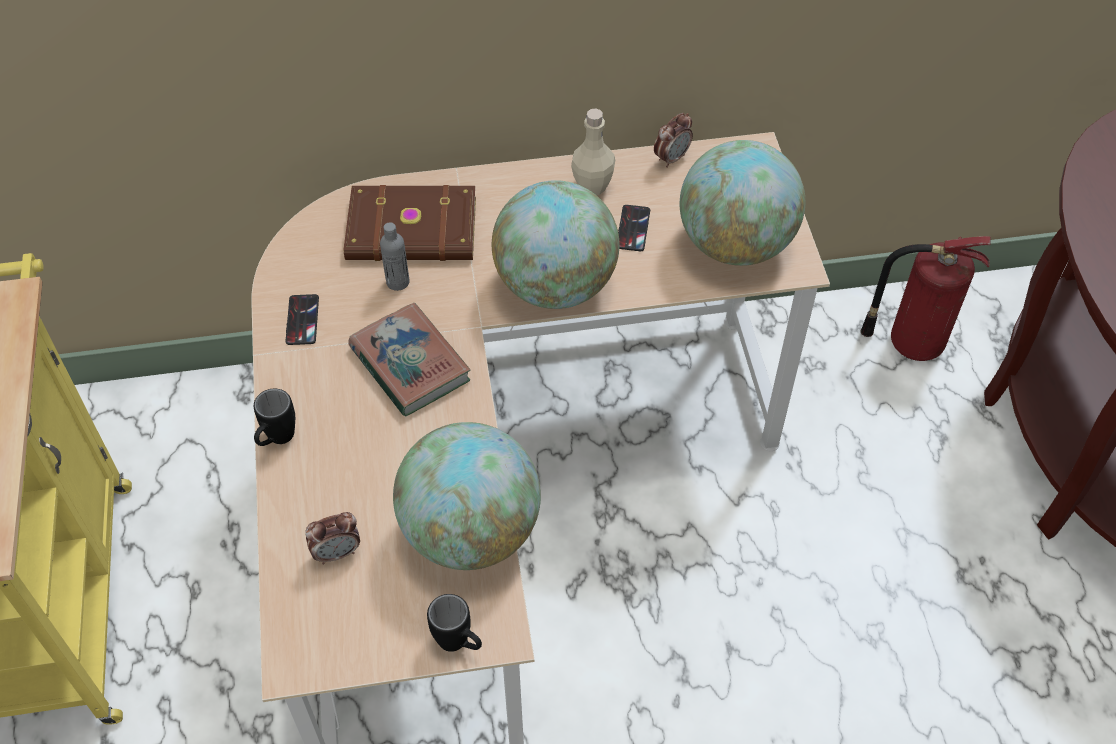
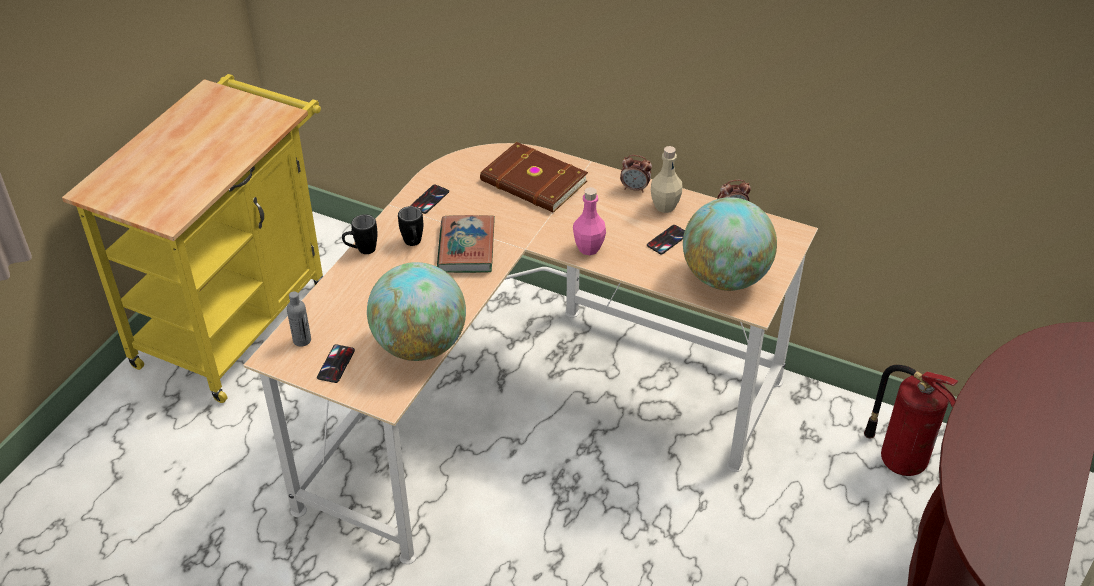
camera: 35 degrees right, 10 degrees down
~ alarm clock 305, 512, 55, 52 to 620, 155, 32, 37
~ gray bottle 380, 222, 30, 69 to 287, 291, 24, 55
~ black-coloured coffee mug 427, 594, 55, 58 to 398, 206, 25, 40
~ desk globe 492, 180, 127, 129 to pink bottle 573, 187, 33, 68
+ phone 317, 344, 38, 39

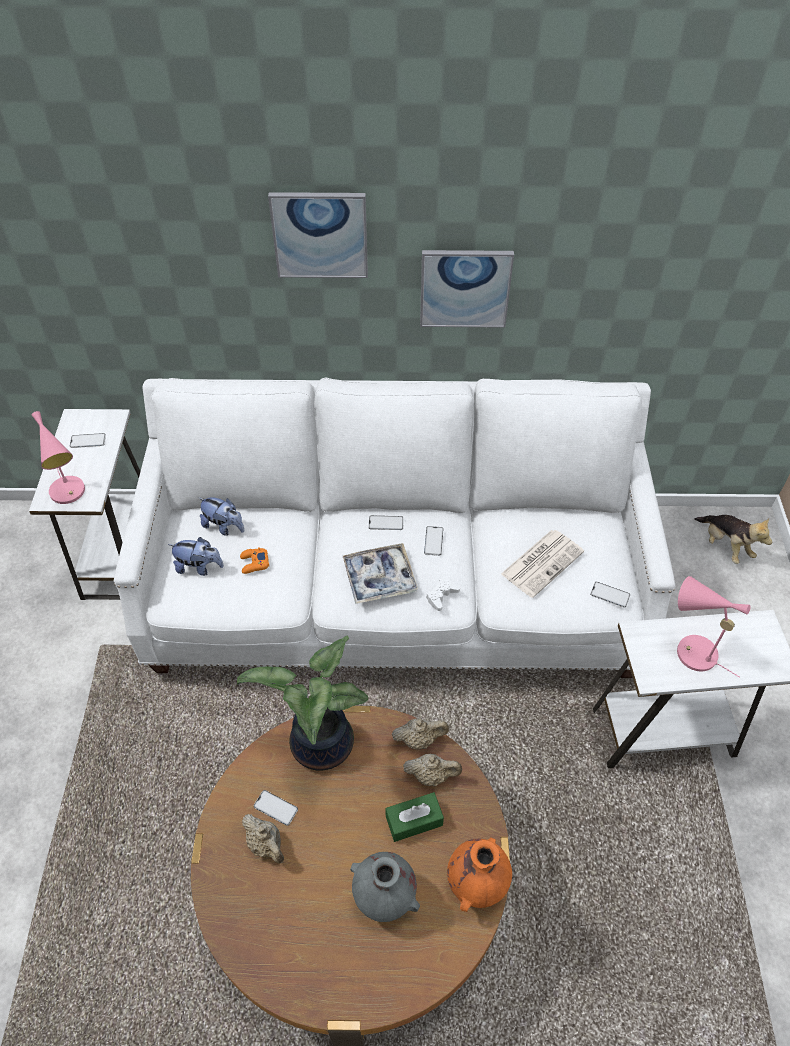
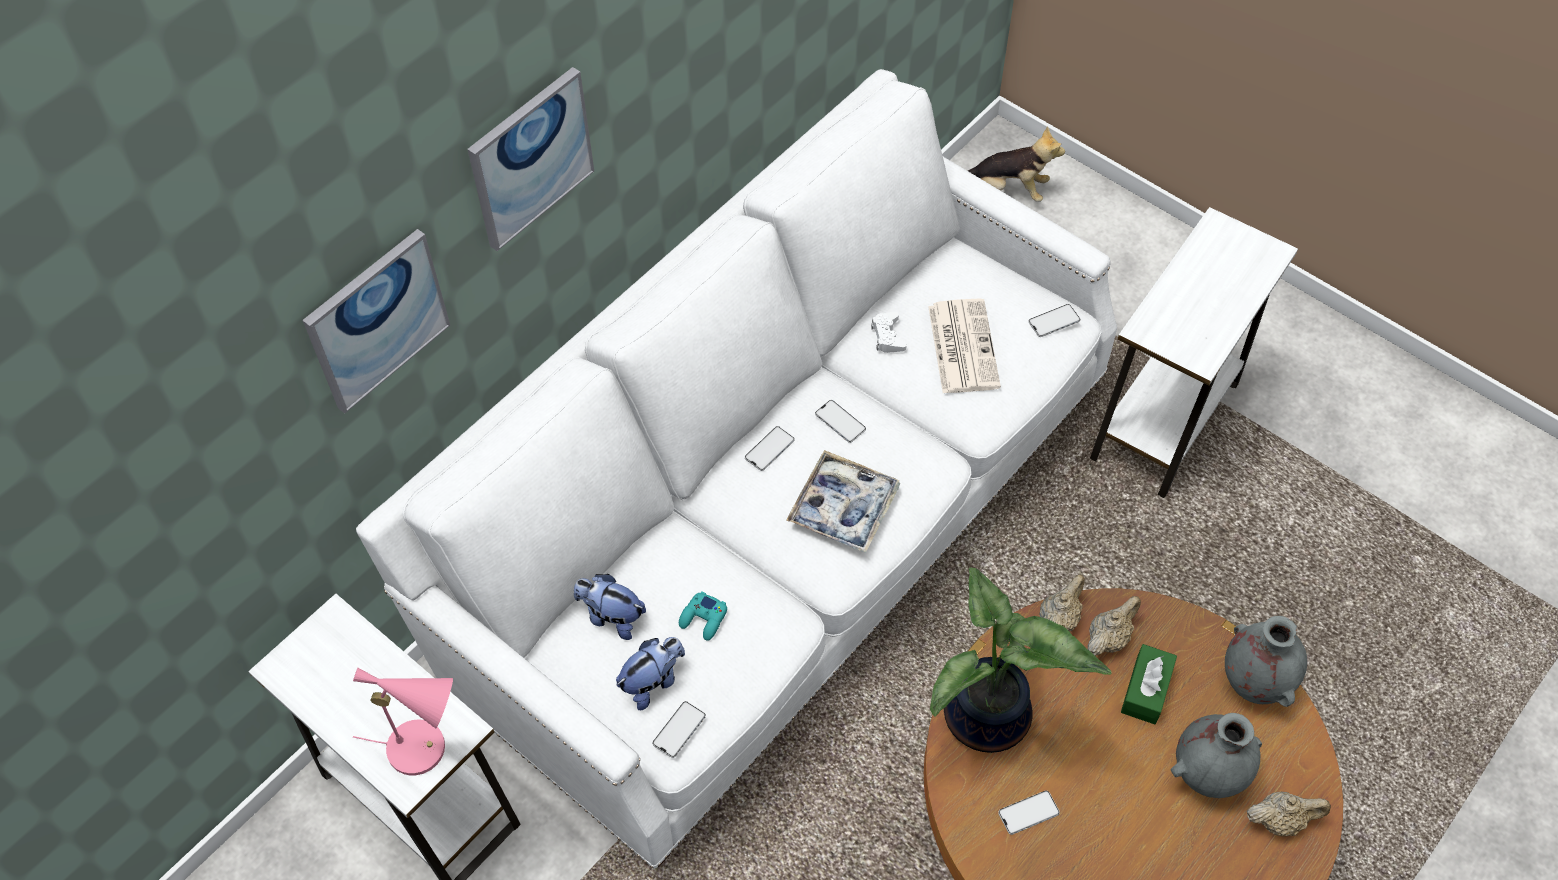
camera: 50 degrees left, 5 degrees up
~ phone 70, 433, 36, 15 to 653, 701, 53, 57
~ soft toy 199, 497, 45, 39 = 574, 574, 72, 66 135 degrees counterclockwise
~ orangey gamepad 240, 547, 29, 27 to turquoise gamepad 679, 591, 48, 50
~ beige-coloured pot for tea 242, 814, 42, 50 to 1247, 792, 84, 44
~ wall art 420, 250, 94, 78 to 303, 229, 147, 184
~ white-coloured gamepad 426, 578, 34, 33 to 871, 311, 36, 42
~ orangey vase 447, 837, 65, 75 to gray vase 1225, 616, 82, 91
- pink lamp for a table 677, 576, 74, 102

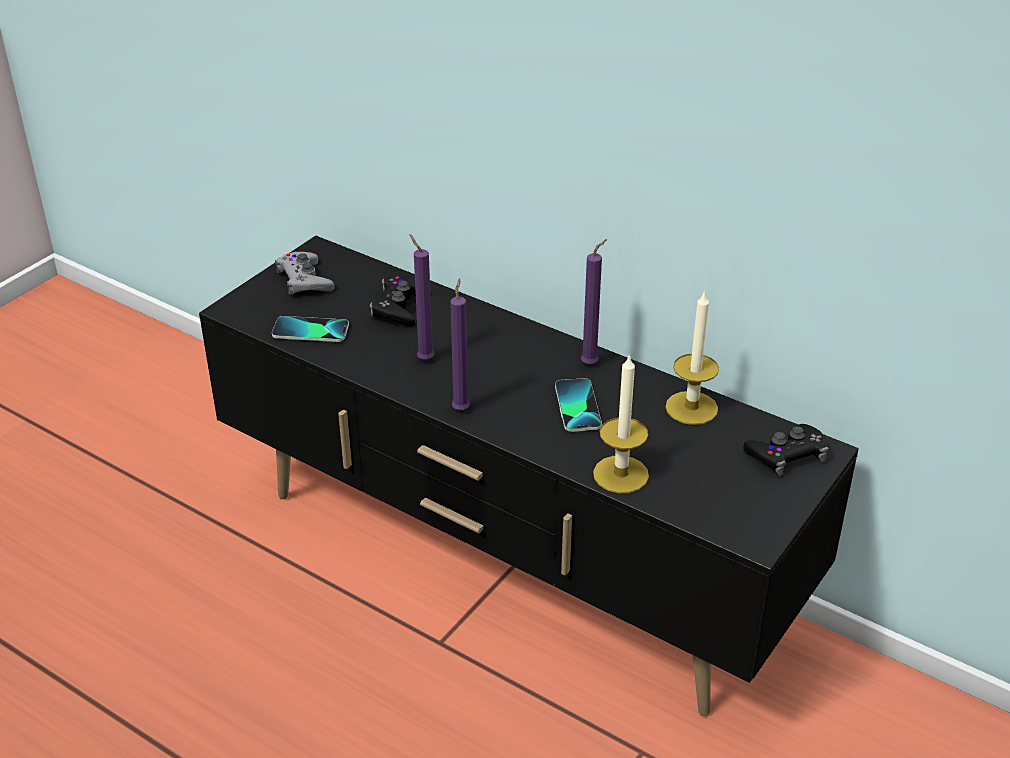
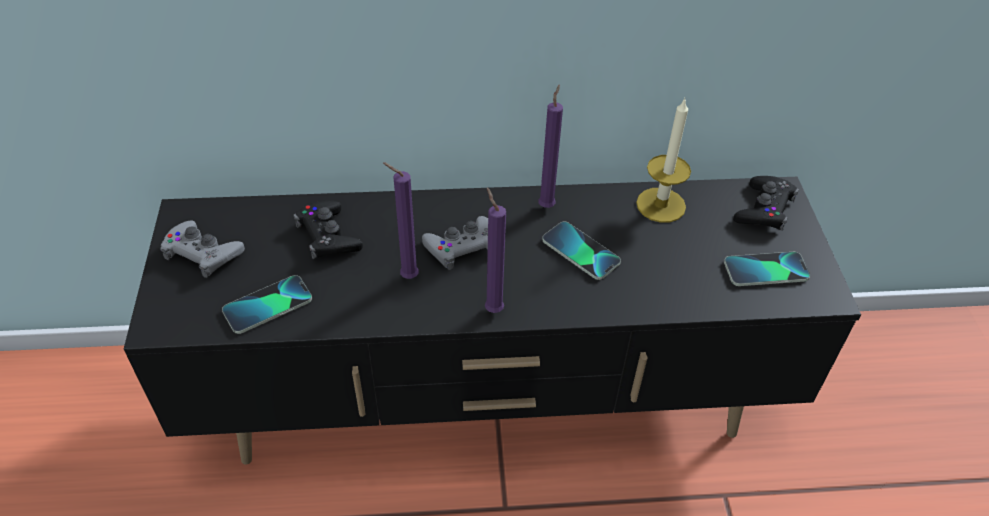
camera: 40 degrees left, 10 degrees up
- wax light 593, 353, 56, 140
+ gray gamepad 422, 216, 66, 54
+ phone 724, 252, 86, 34

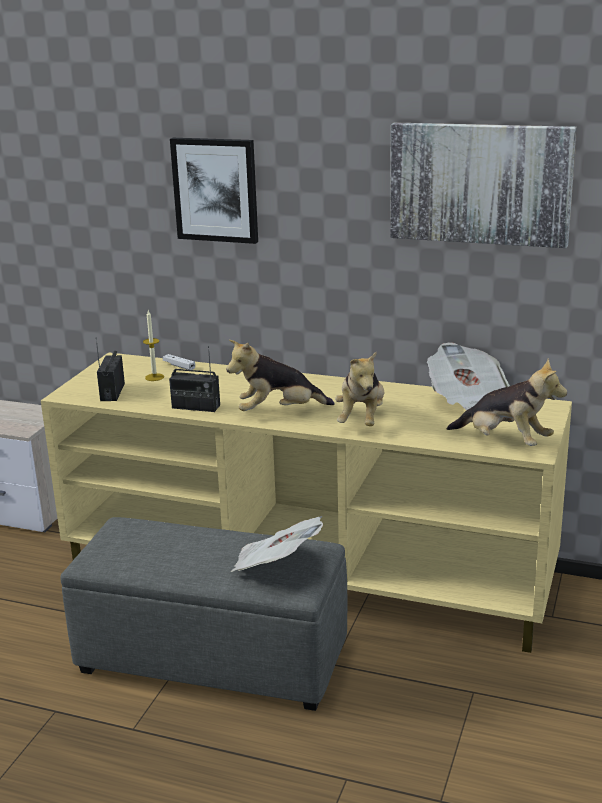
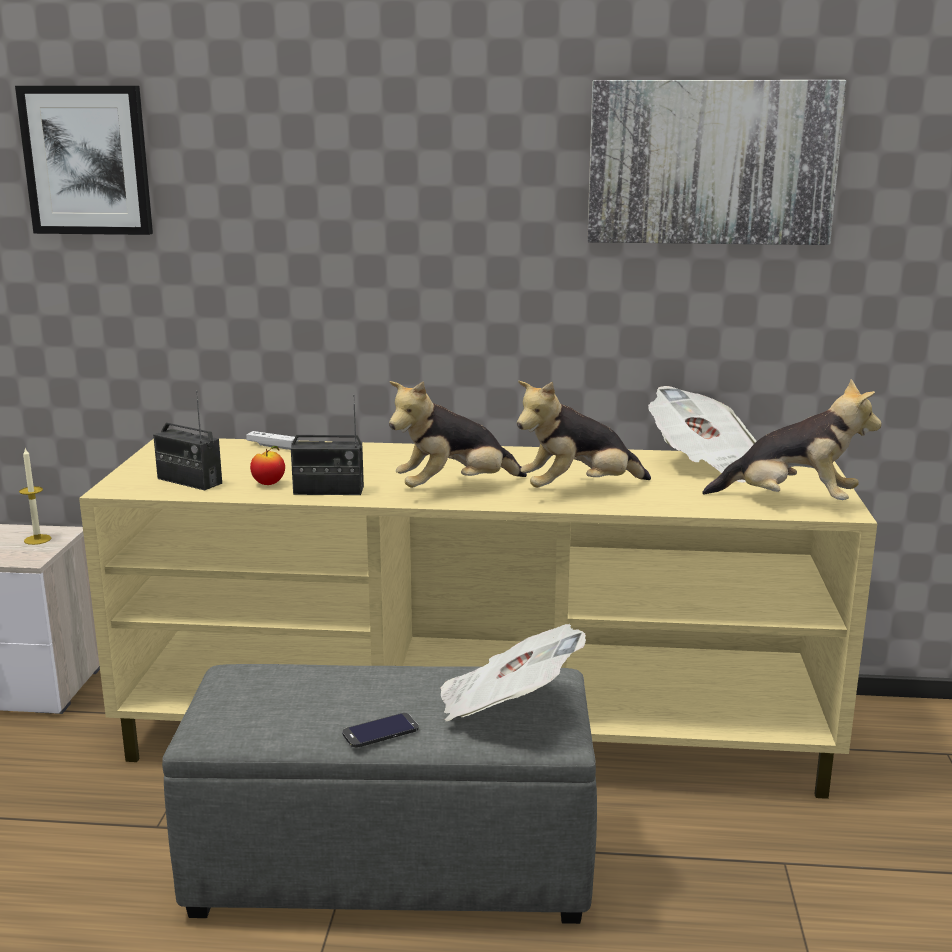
camera: 15 degrees left, 5 degrees down
~ radio 96, 338, 29, 63 = 153, 391, 69, 100 45 degrees counterclockwise
~ wax light 143, 311, 21, 70 to 19, 448, 32, 97
~ wall art 170, 138, 88, 106 to 15, 86, 138, 149
~ soft toy 335, 351, 49, 75 = 517, 381, 134, 107 75 degrees clockwise
+ apple 250, 446, 35, 39
+ phone 342, 713, 77, 35

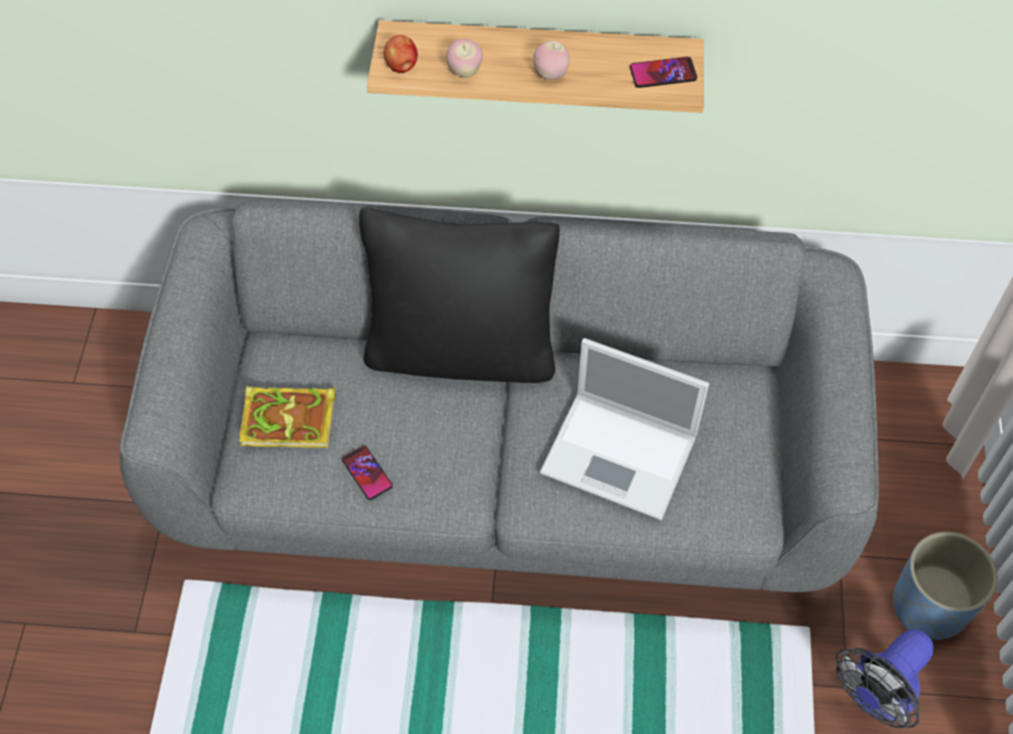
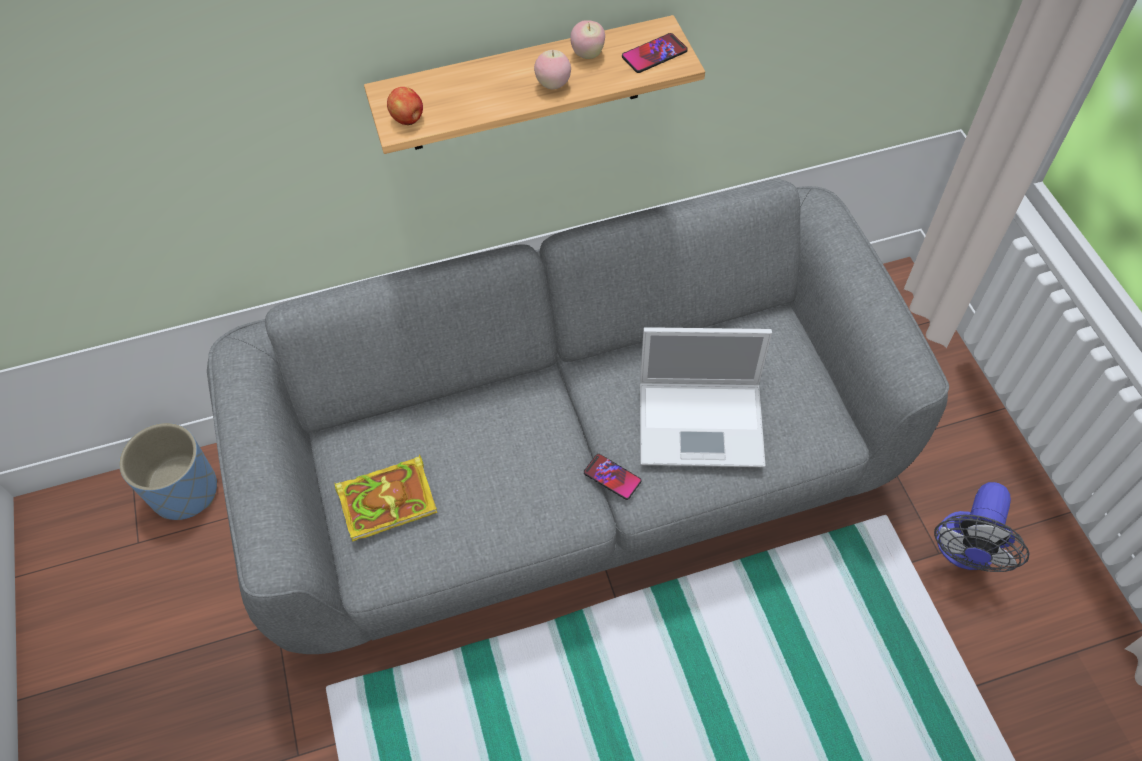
camera: 20 degrees left, 0 degrees up
~ phone 342, 446, 51, 54 to 584, 454, 58, 46
- black-coloured pillow 359, 207, 200, 176
~ apple 446, 39, 37, 39 to 570, 20, 35, 39
~ bluish planter 893, 532, 105, 108 to 119, 423, 98, 97

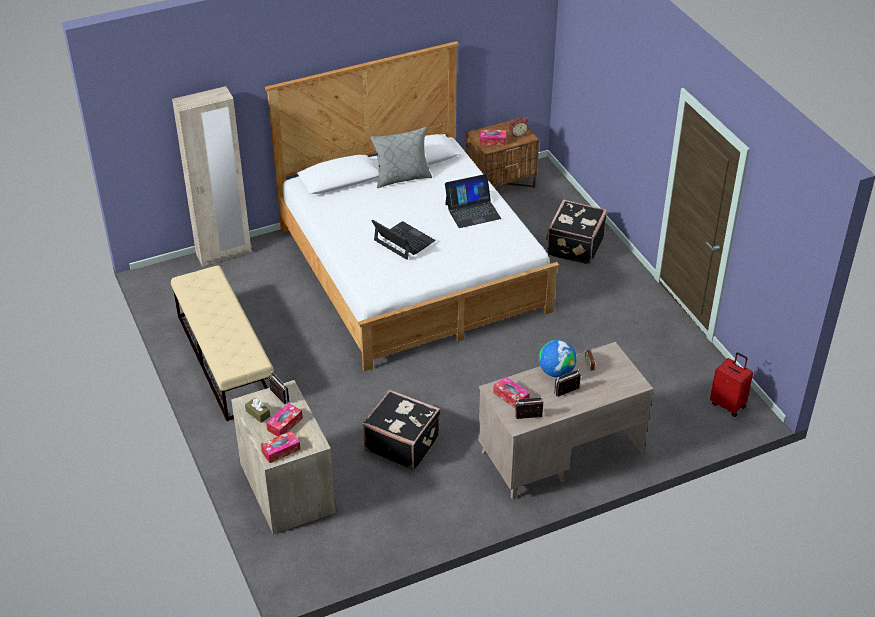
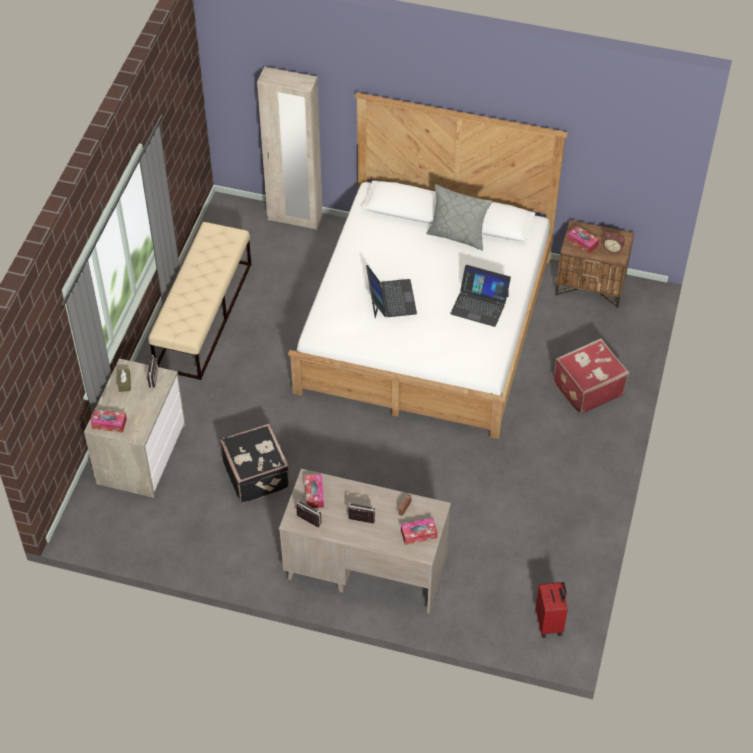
camera: 40 degrees right, 10 degrees up
~ tissue box 266, 403, 37, 34 to 401, 518, 36, 27
- desk globe 539, 340, 38, 37
~ black-coloured piece of luggage 546, 200, 61, 65 to red-coloured piece of luggage 553, 338, 76, 77

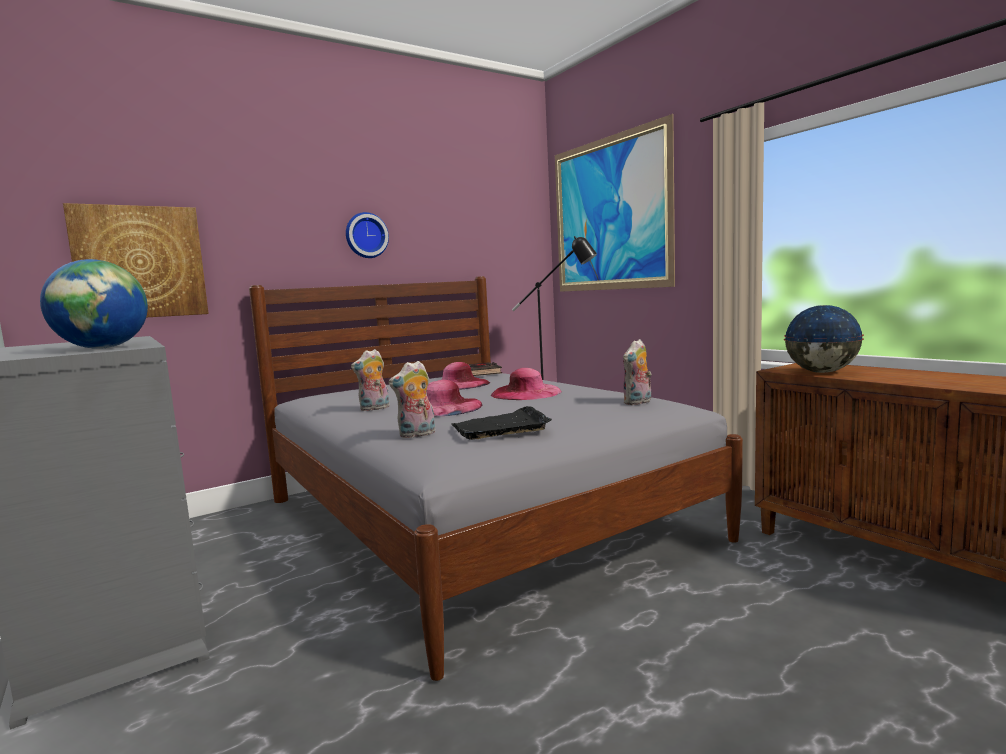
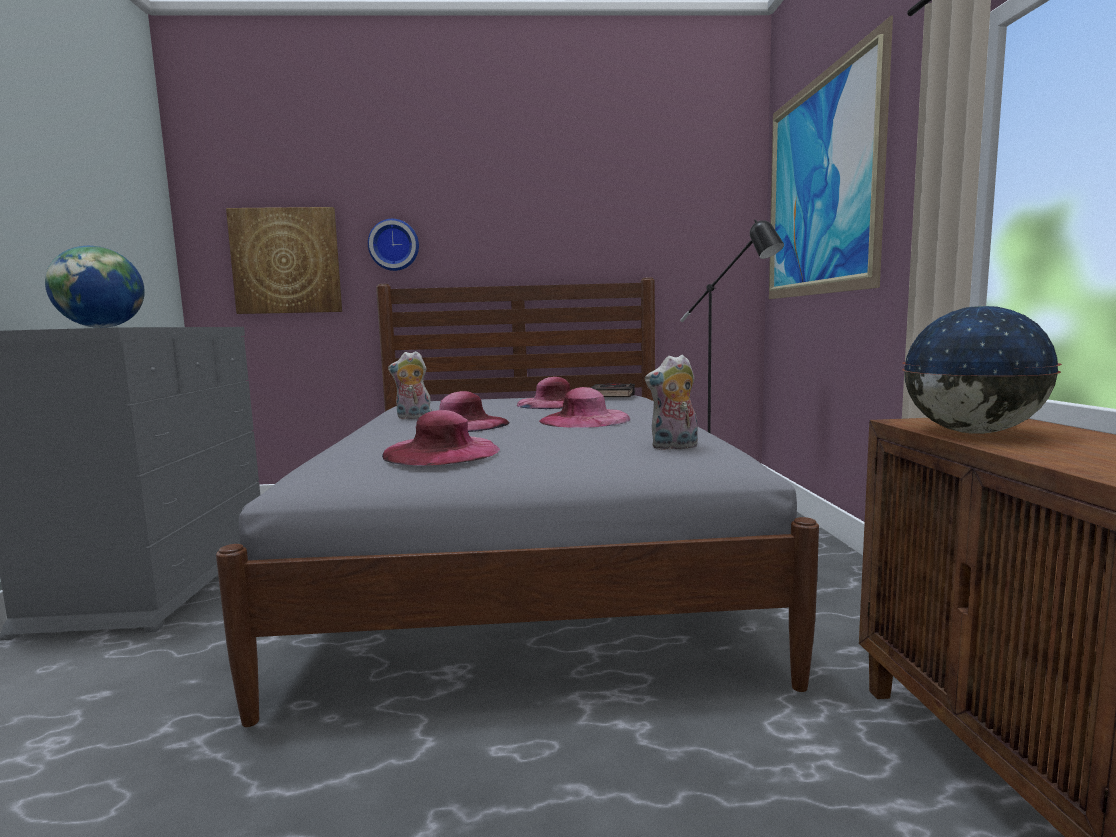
camera: 30 degrees right, 0 degrees up
~ hanging clock 346, 212, 43, 46 to 368, 219, 51, 52
- soft toy 388, 361, 47, 77
~ black-coloured serving tray 451, 406, 101, 34 to pink hat 382, 410, 118, 55

